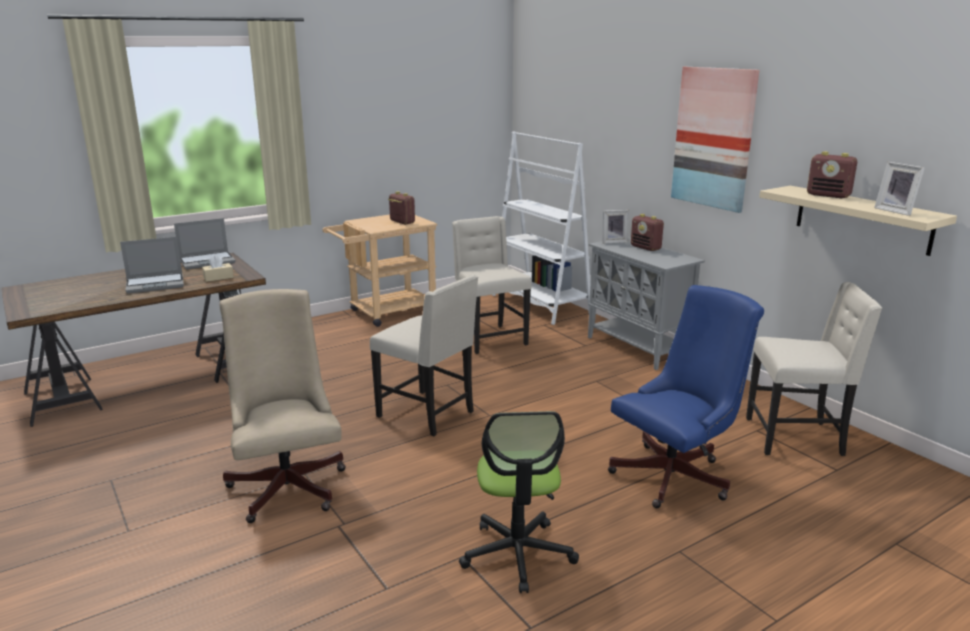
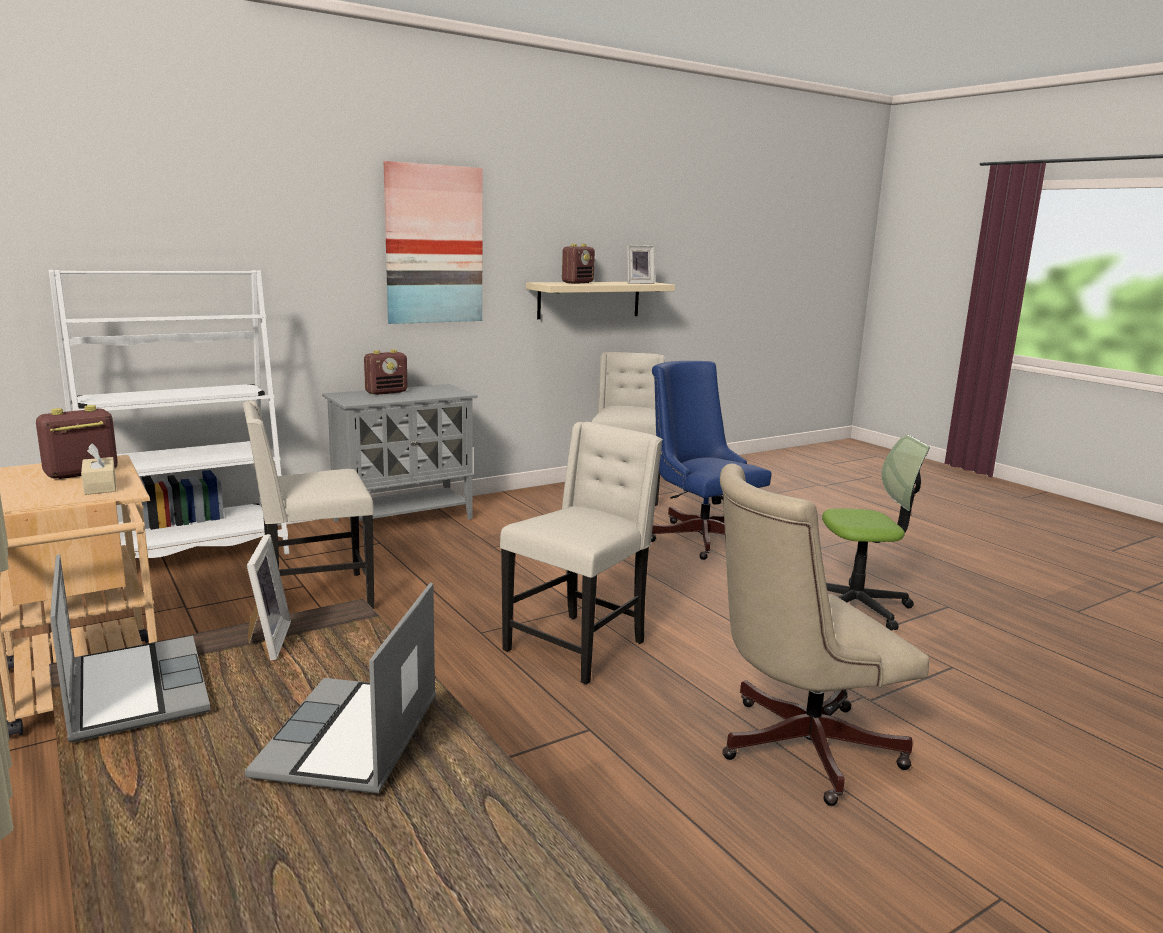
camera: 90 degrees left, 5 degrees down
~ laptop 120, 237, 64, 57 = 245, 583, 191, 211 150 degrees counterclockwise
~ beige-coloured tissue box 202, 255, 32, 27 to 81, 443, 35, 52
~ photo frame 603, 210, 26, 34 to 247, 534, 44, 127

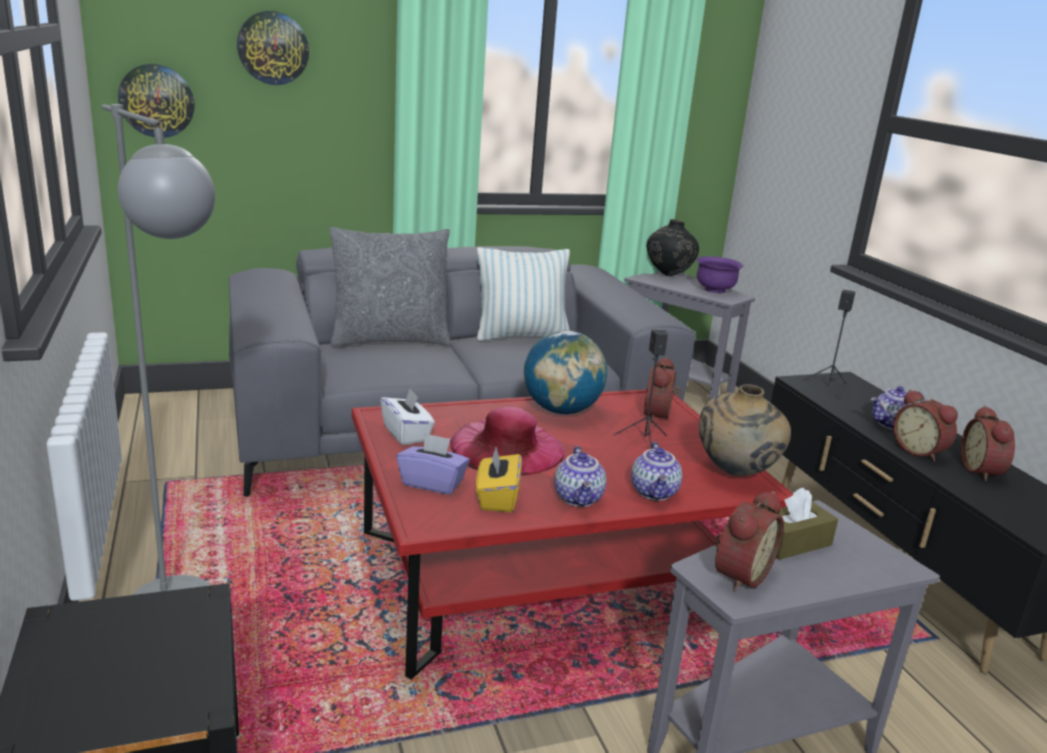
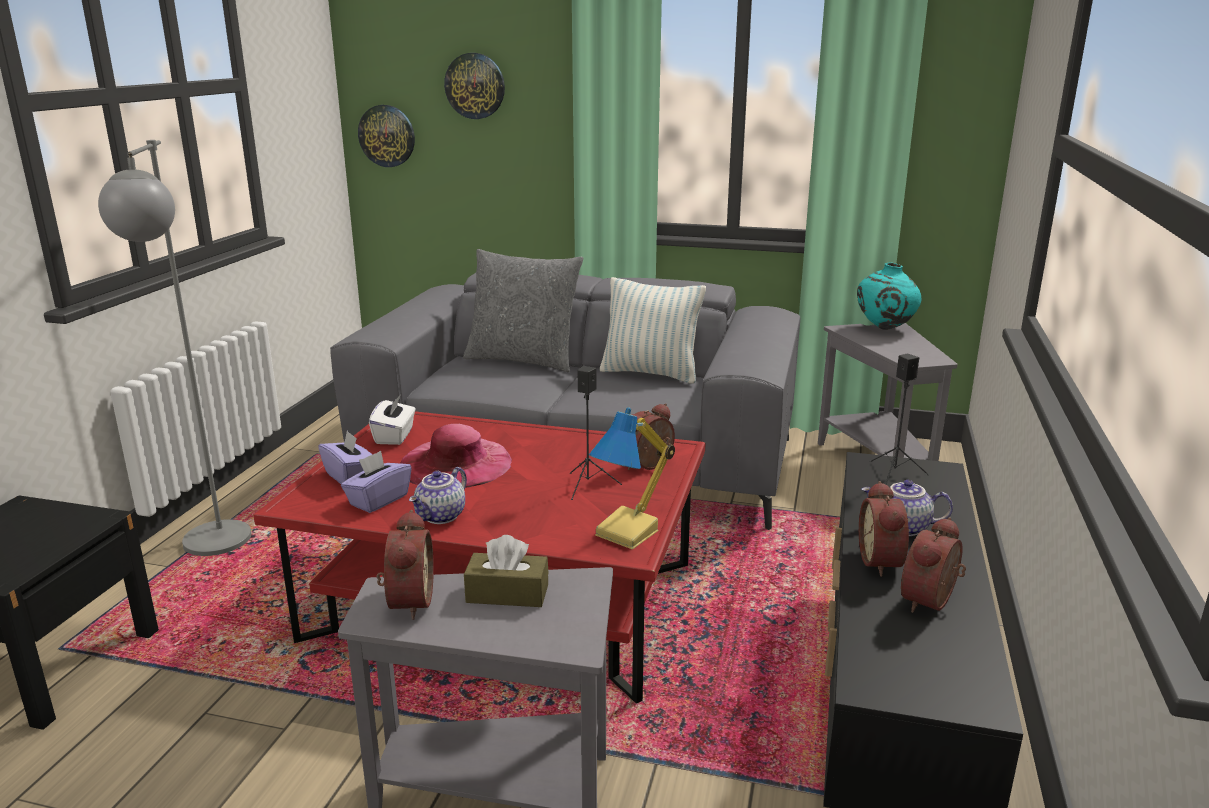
camera: 35 degrees right, 0 degrees up
~ yellow-coloured tissue box 476, 447, 46, 65 to purple tissue box 341, 451, 71, 62
- desk globe 524, 330, 83, 85
- pot for tea 631, 442, 51, 58
~ black-coloured vase 647, 219, 52, 57 to turquoise vase 857, 263, 64, 67
- purple serving bowl 696, 257, 48, 36
~ beige-coloured vase 699, 384, 92, 92 to lamp for a table 589, 407, 86, 143
~ alarm clock 715, 491, 69, 101 = 376, 510, 58, 110 75 degrees counterclockwise

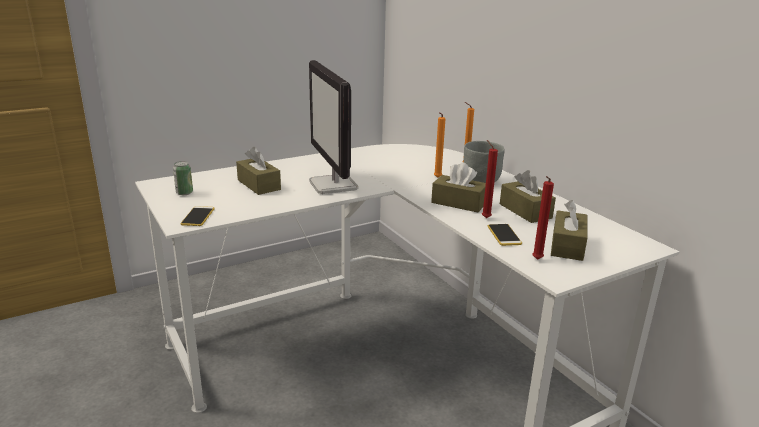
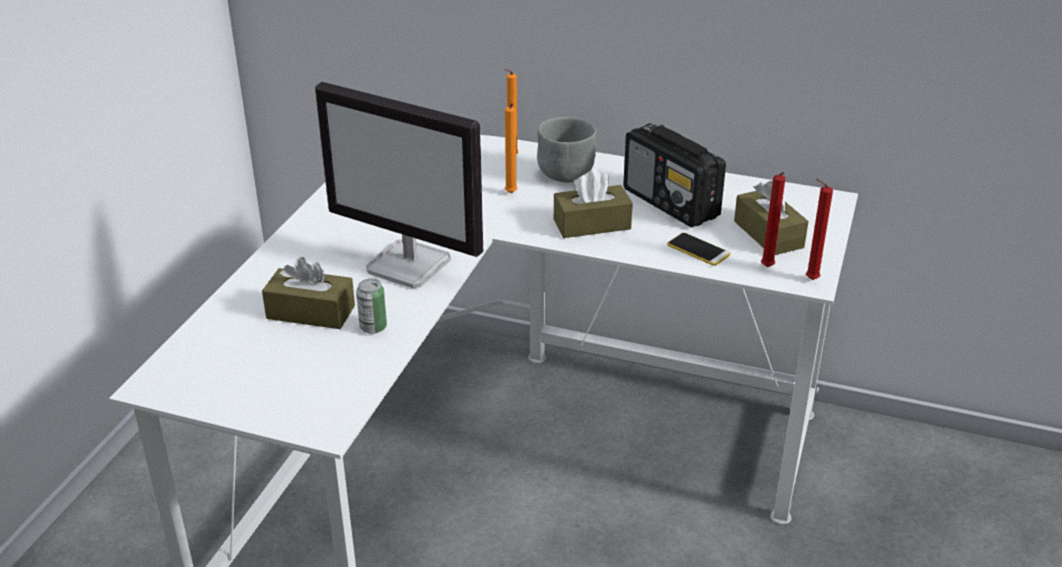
camera: 40 degrees left, 10 degrees up
~ metal can 173, 161, 20, 34 to 356, 279, 31, 55
- phone 181, 206, 34, 20
~ red-coloured wax light 482, 140, 16, 78 to 806, 178, 27, 102
~ brown tissue box 500, 170, 56, 53 to radio 623, 123, 103, 104

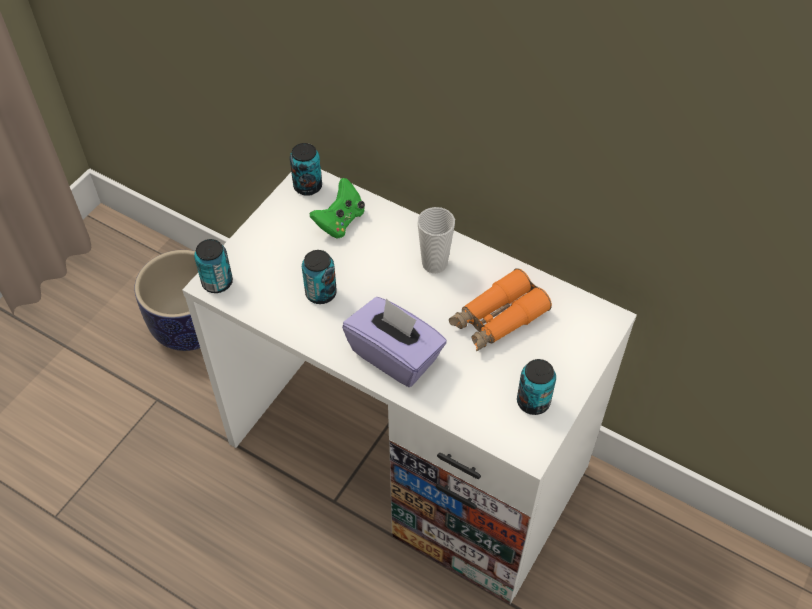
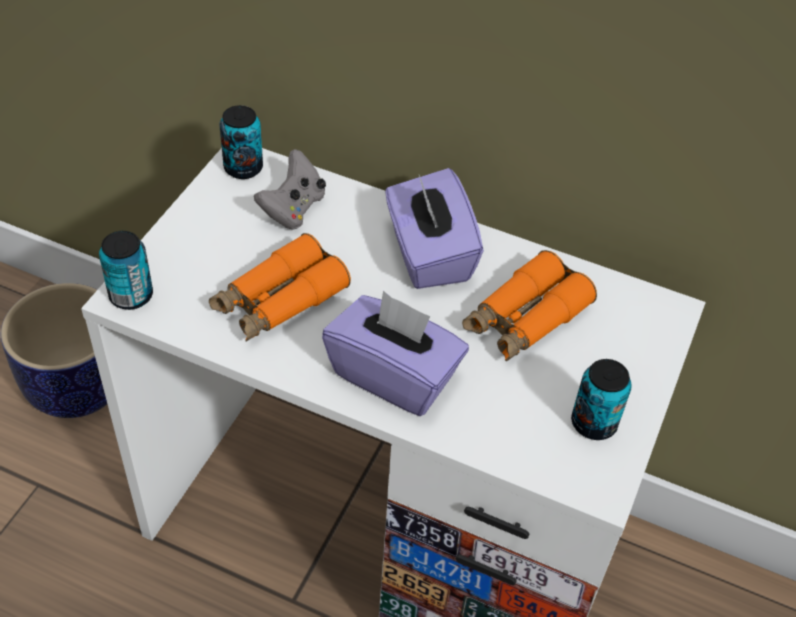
camera: 10 degrees left, 5 degrees down
~ metal can 302, 250, 35, 54 to orangey binoculars 209, 233, 142, 108
~ green gamepad 310, 178, 55, 61 to gray gamepad 254, 149, 72, 80
~ small cup 418, 207, 37, 66 to purple tissue box 385, 168, 99, 121

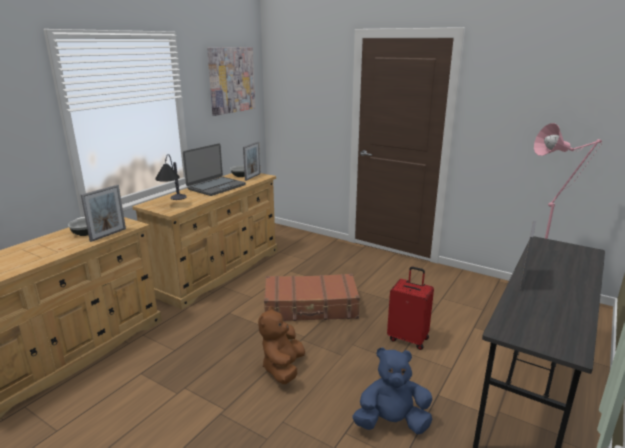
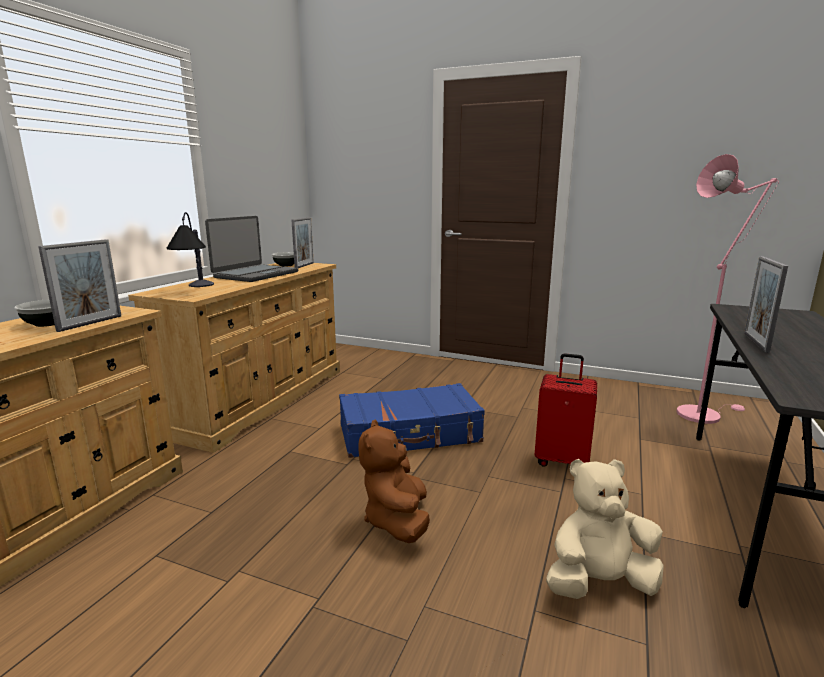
camera: 10 degrees left, 5 degrees down
- wall art 207, 47, 48, 69
~ brown piece of luggage 264, 273, 96, 48 to bluish piece of luggage 339, 383, 146, 75
~ bluish soft toy 352, 347, 81, 88 to beige-coloured soft toy 546, 459, 118, 140

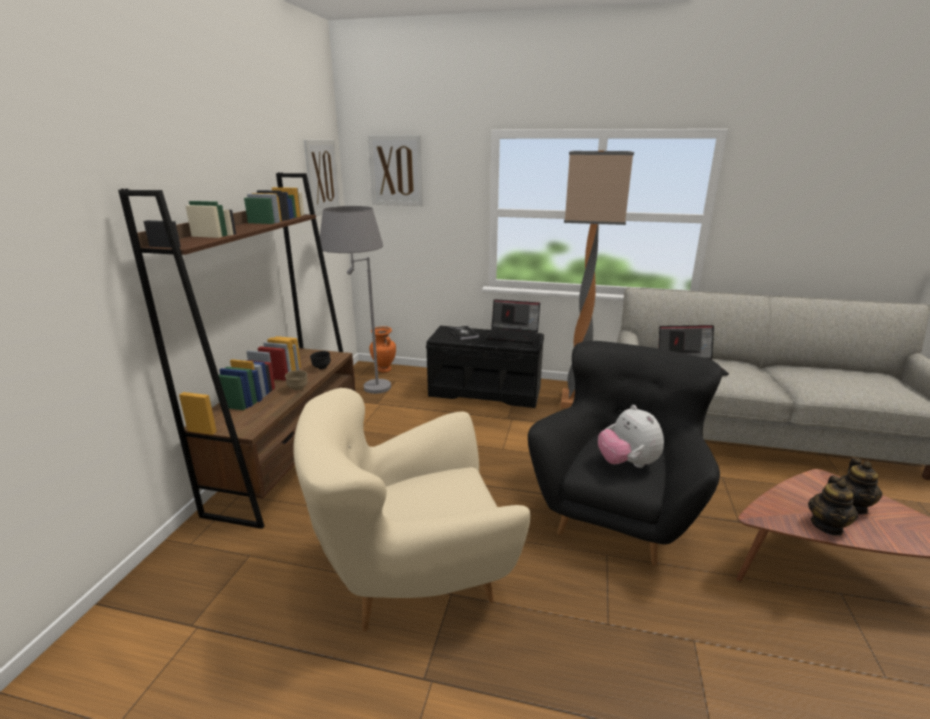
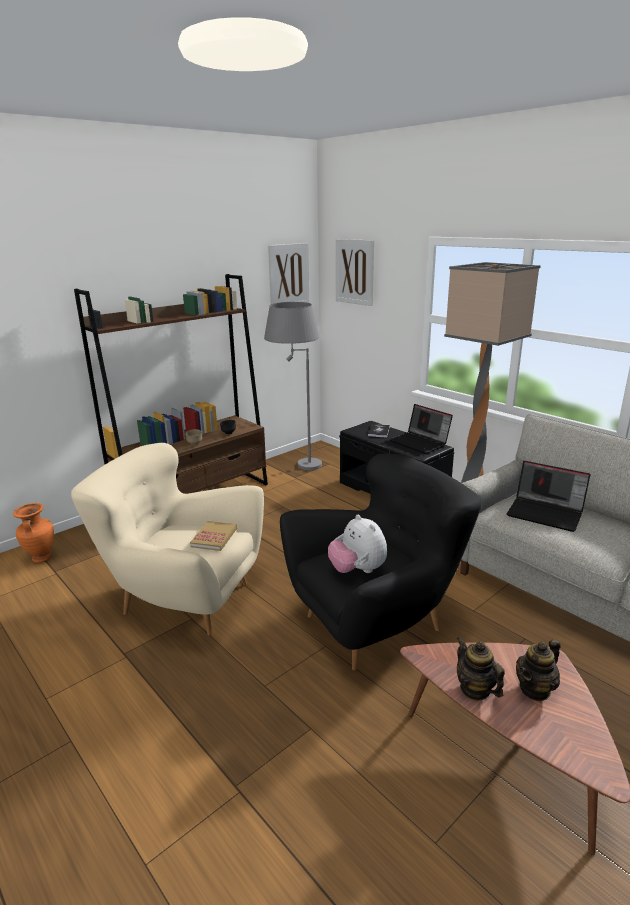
camera: 35 degrees right, 0 degrees up
~ orangey vase 369, 326, 27, 46 to 13, 503, 41, 60
~ soft toy 598, 405, 66, 63 = 328, 515, 59, 58 45 degrees counterclockwise
~ pot for tea 808, 475, 50, 61 = 456, 636, 49, 64 90 degrees clockwise
+ bound book 190, 521, 47, 30

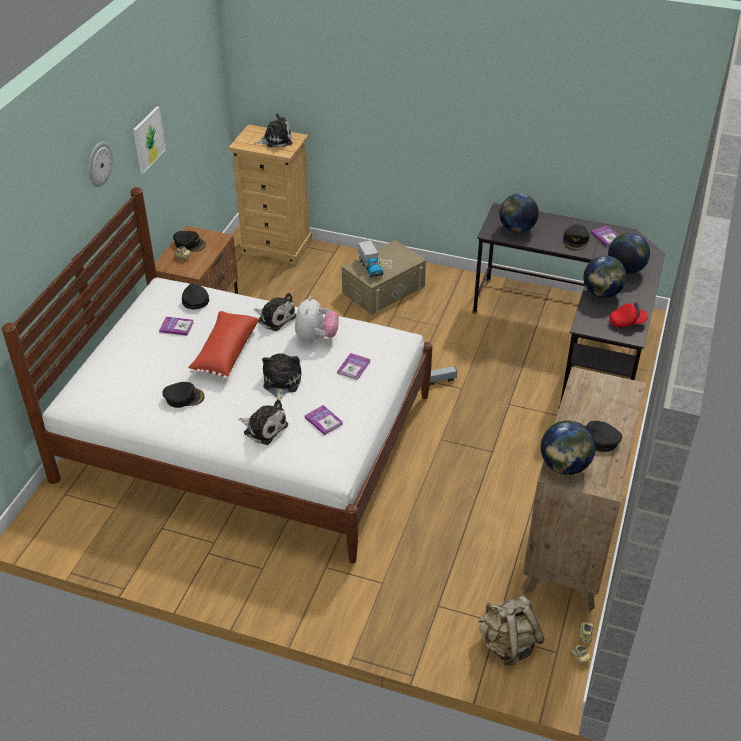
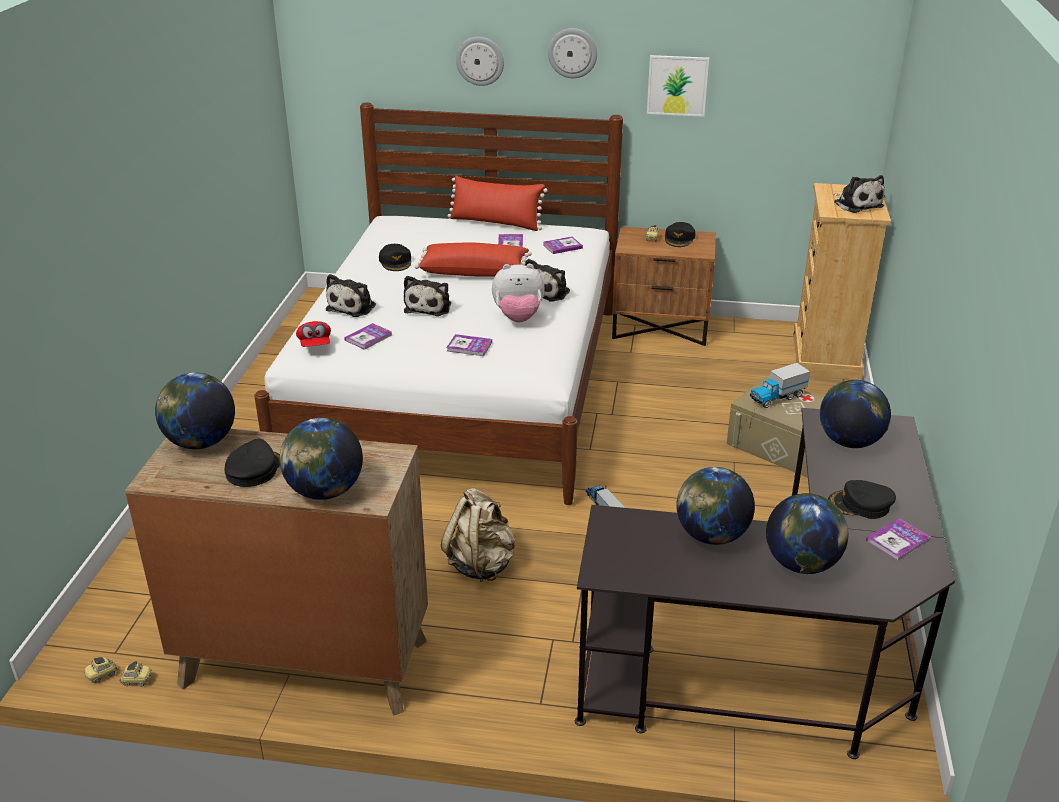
camera: 80 degrees right, 10 degrees down
~ black-coloured peaked cap 182, 283, 27, 26 to bound book 543, 236, 40, 18
~ soft toy 262, 353, 39, 49 = 404, 276, 47, 40 105 degrees clockwise
~ beige-coloured knapsack 478, 595, 67, 71 to 441, 488, 74, 94
~ red-coloured peaked cap 610, 302, 38, 26 to 296, 321, 35, 26
+ desk globe 279, 418, 84, 82
+ red-coloured pillow 447, 175, 101, 56
+ hanging clock 456, 37, 48, 49

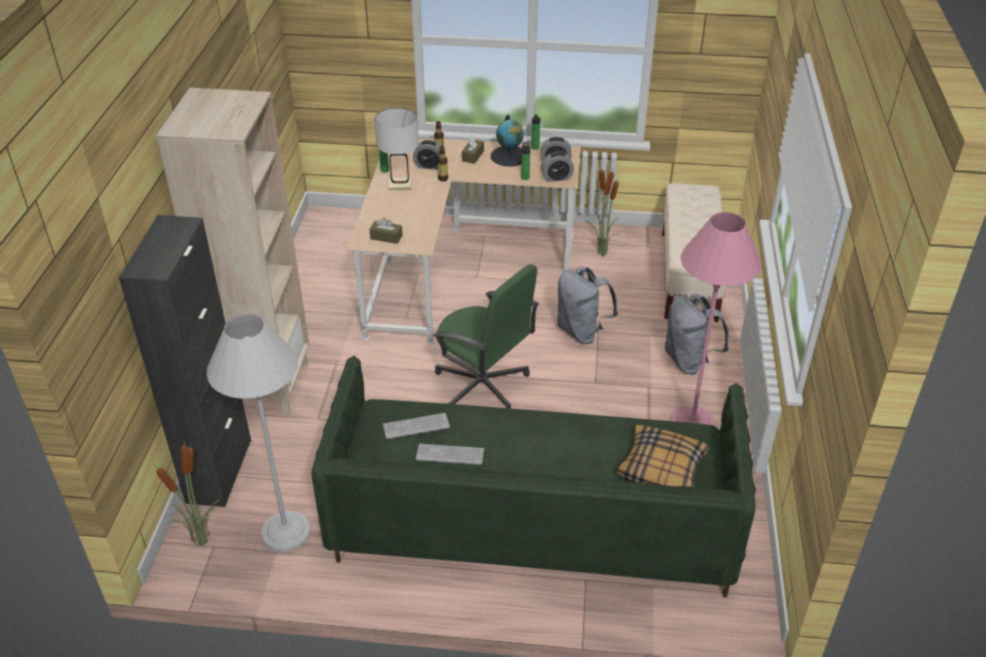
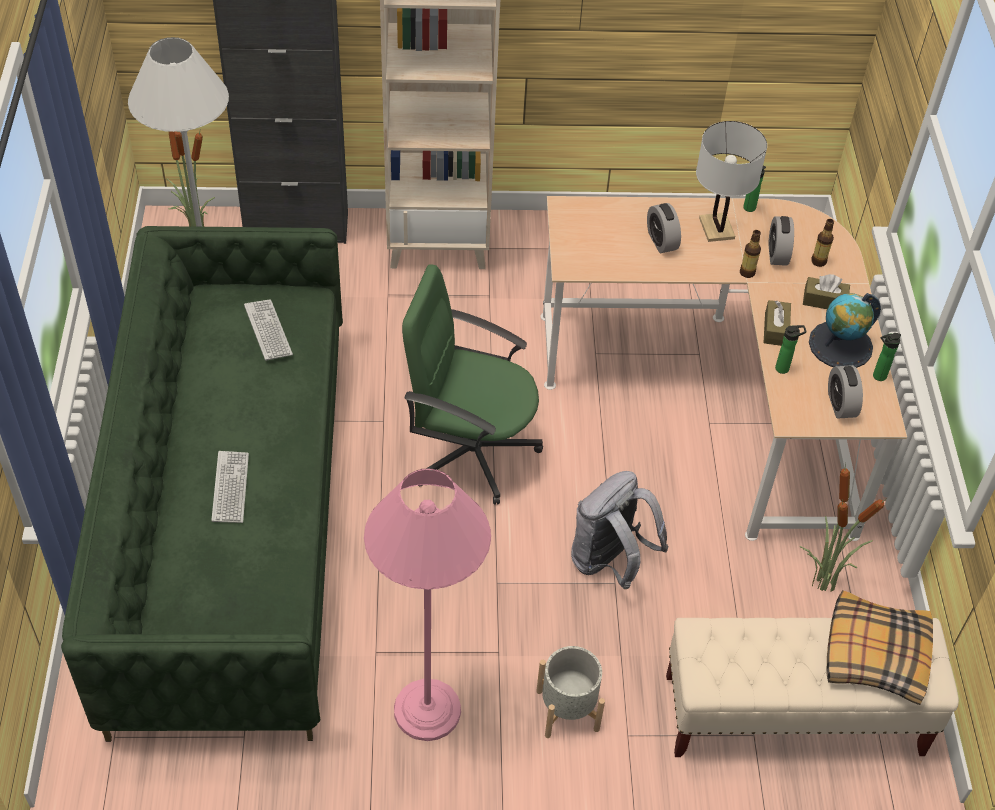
camera: 80 degrees right, 10 degrees up
~ brown tissue box 369, 217, 34, 27 to 764, 300, 27, 46
~ keyboard 416, 444, 68, 21 to 211, 451, 38, 72
~ green desk chair 433, 264, 106, 144 = 402, 264, 141, 241 75 degrees clockwise
~ alarm clock 541, 152, 33, 30 to 647, 203, 34, 50
~ pillow 617, 425, 92, 62 to 826, 590, 107, 115
~ gray knapsack 665, 294, 64, 80 to gray planter 536, 646, 69, 92

